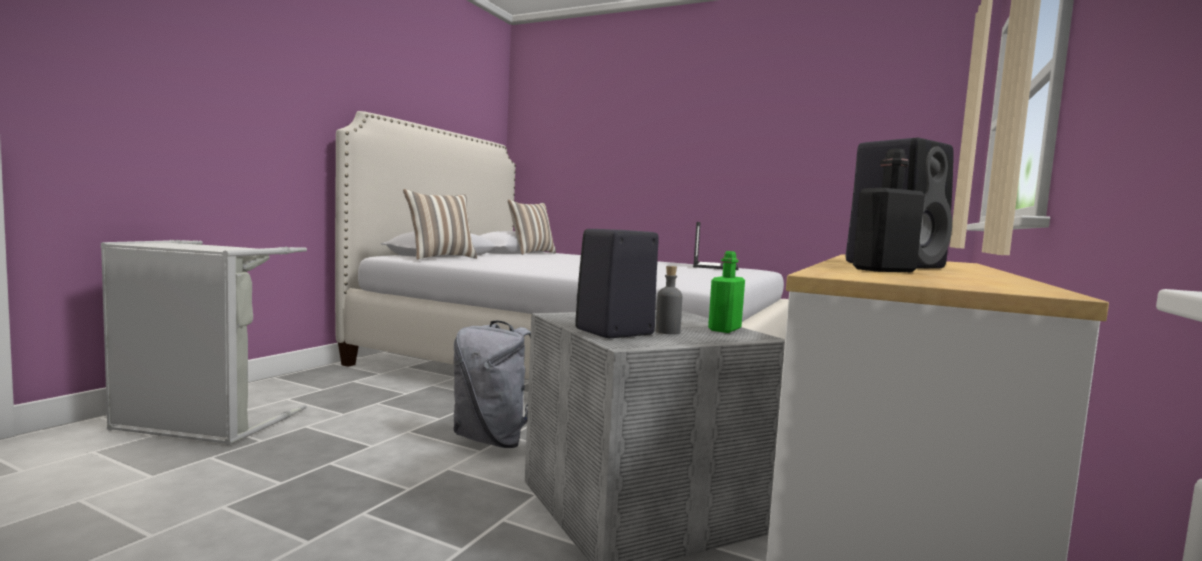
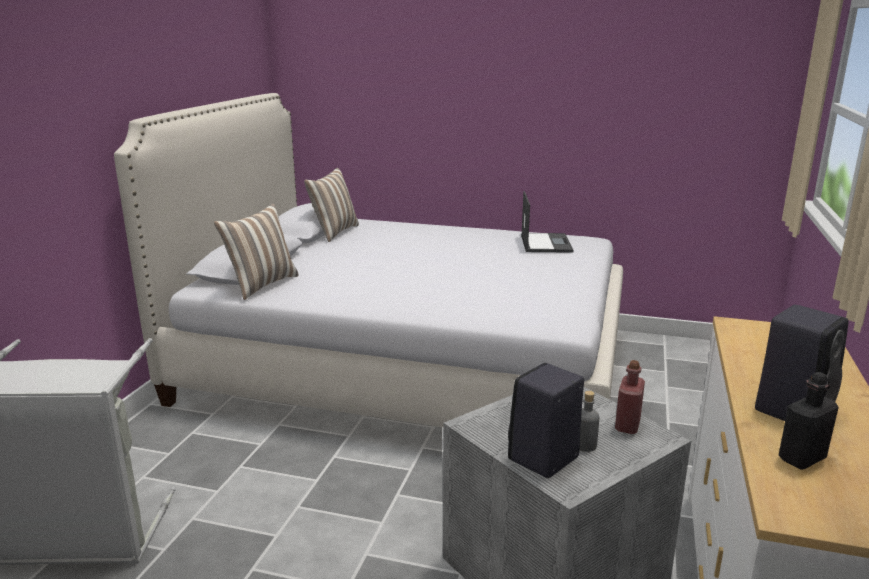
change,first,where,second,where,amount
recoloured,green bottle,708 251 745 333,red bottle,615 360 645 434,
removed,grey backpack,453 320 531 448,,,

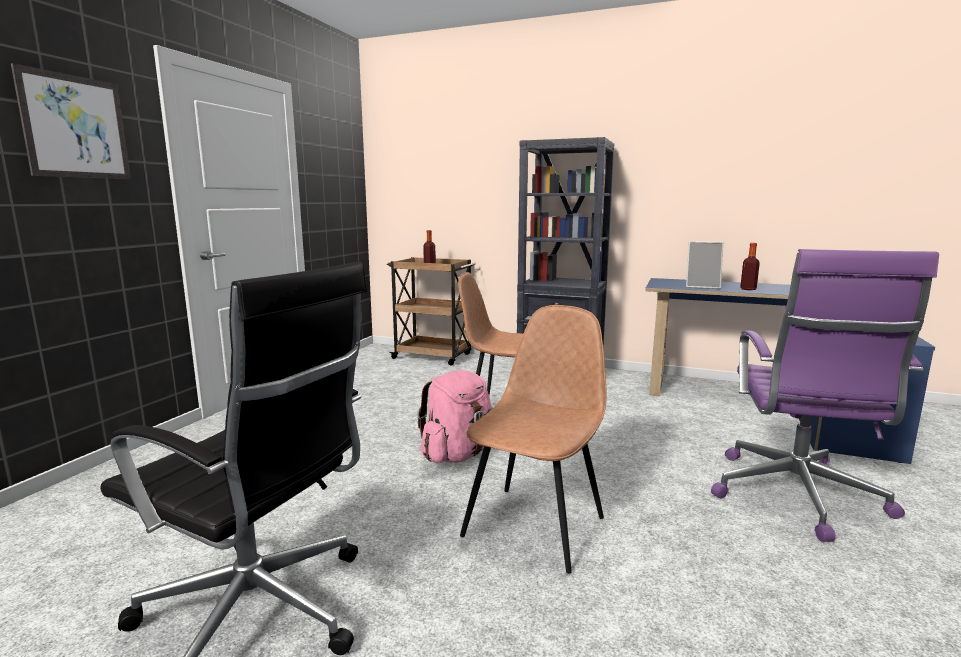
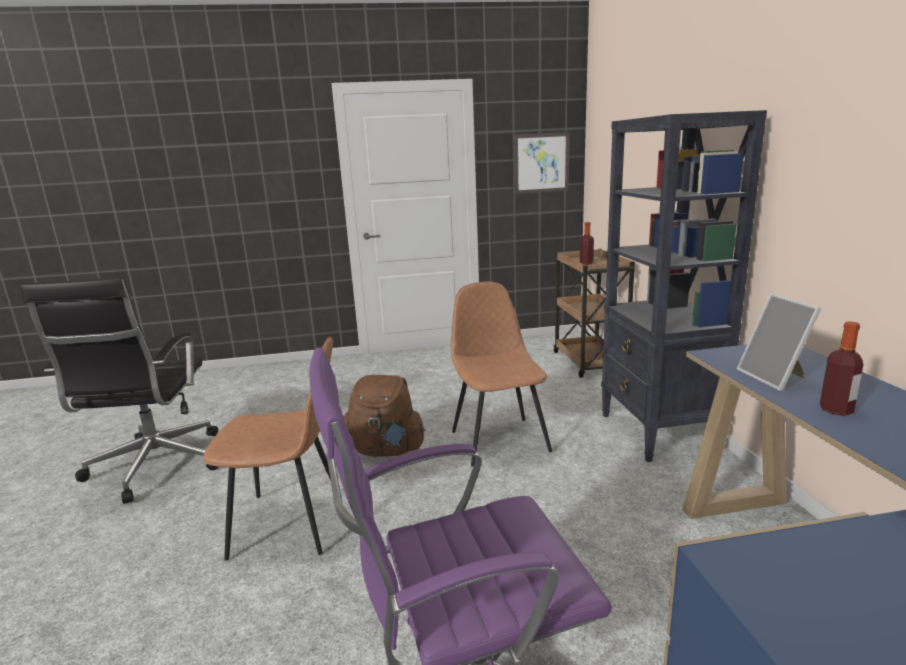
change,first,where,second,where,amount
recoloured,pink backpack,417 370 493 463,brown backpack,344 375 426 457,
moved,picture,11 63 131 179,,514 132 569 194,

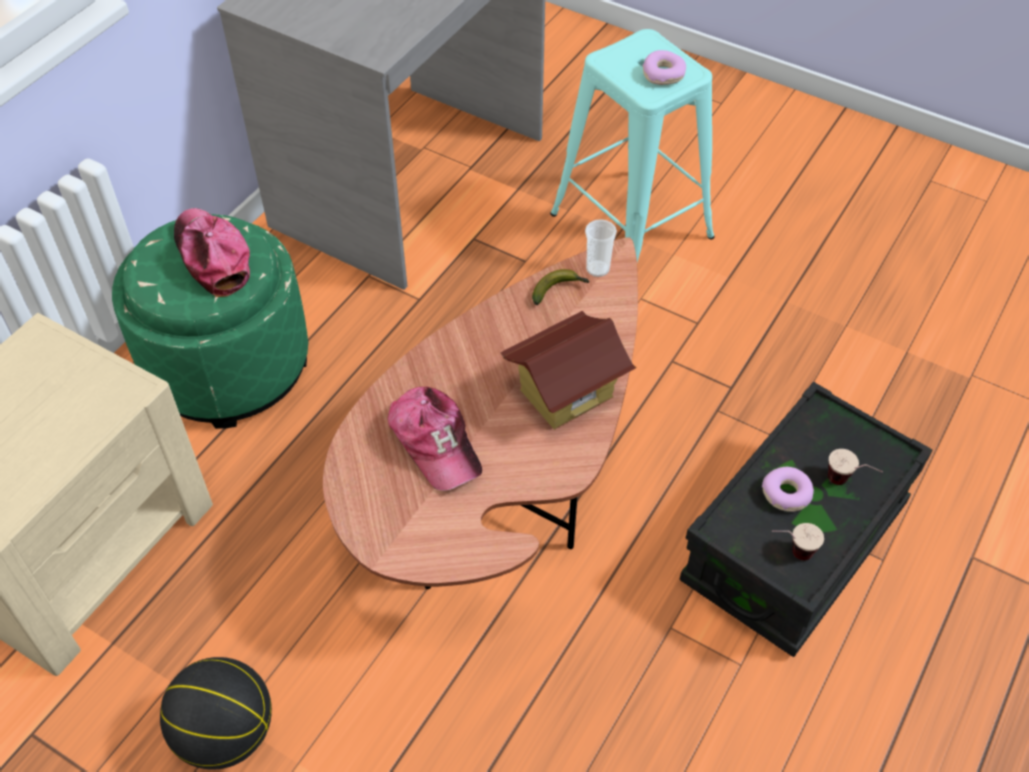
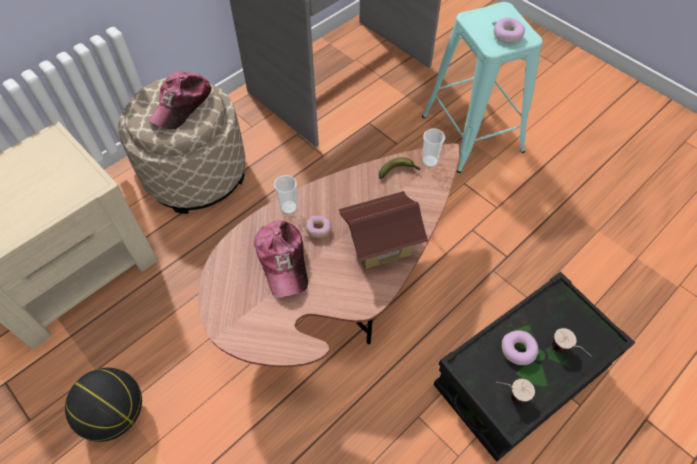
change,first,where,second,where,amount
recoloured,green ottoman,112 214 308 429,beige ottoman,118 78 246 214,
turned,cap,174 208 250 297,,148 72 212 130,135 degrees counterclockwise
added,,,cup,274 175 297 214,
added,,,donut,306 216 331 238,

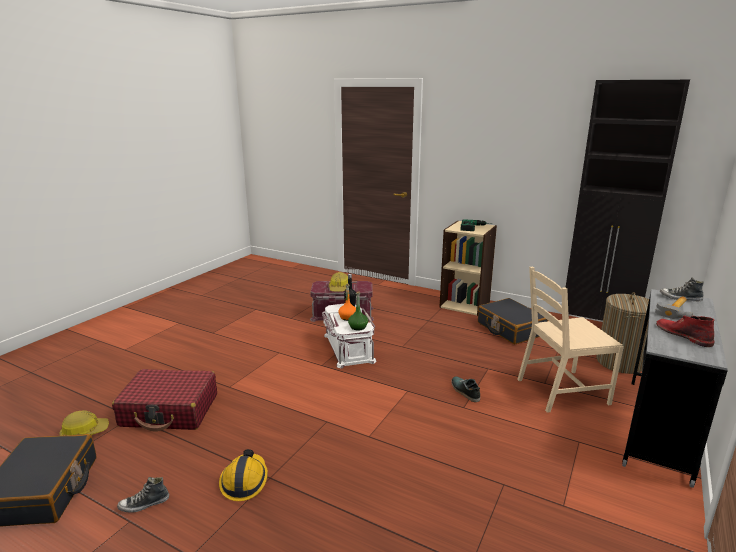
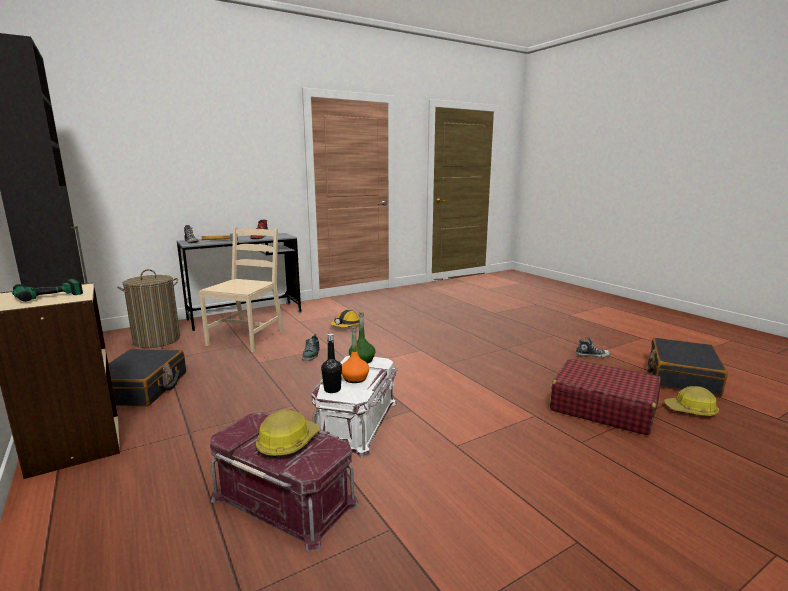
change,first,where,second,where,amount
turned,beige chair,517 267 624 413,,199 227 284 352,90 degrees counterclockwise
moved,hard hat,219 449 268 501,,331 310 359 327,

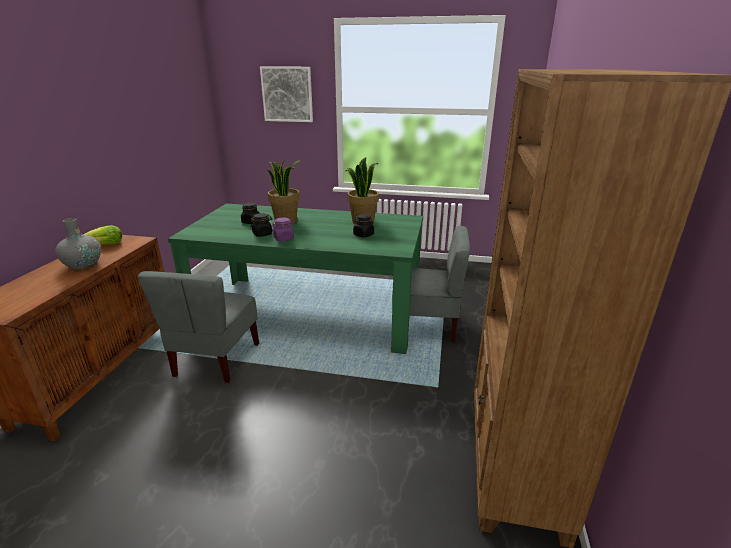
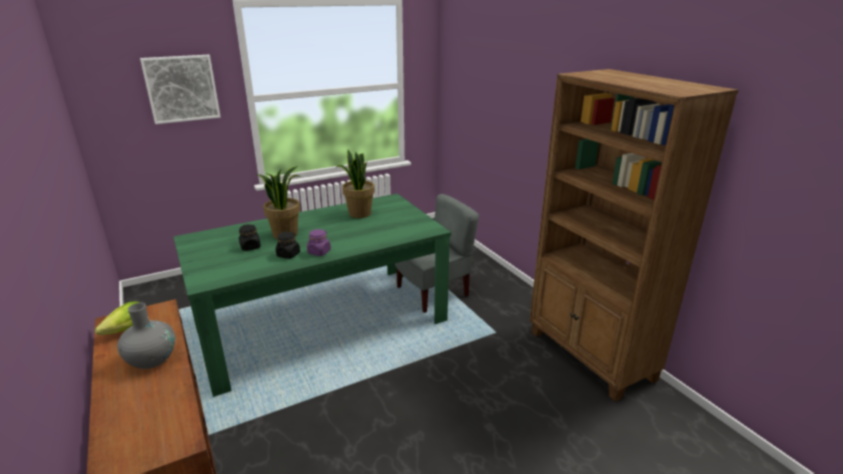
change,first,where,second,where,amount
removed,grey chair,138 271 259 383,,,
removed,black jar,353 214 374 238,,,

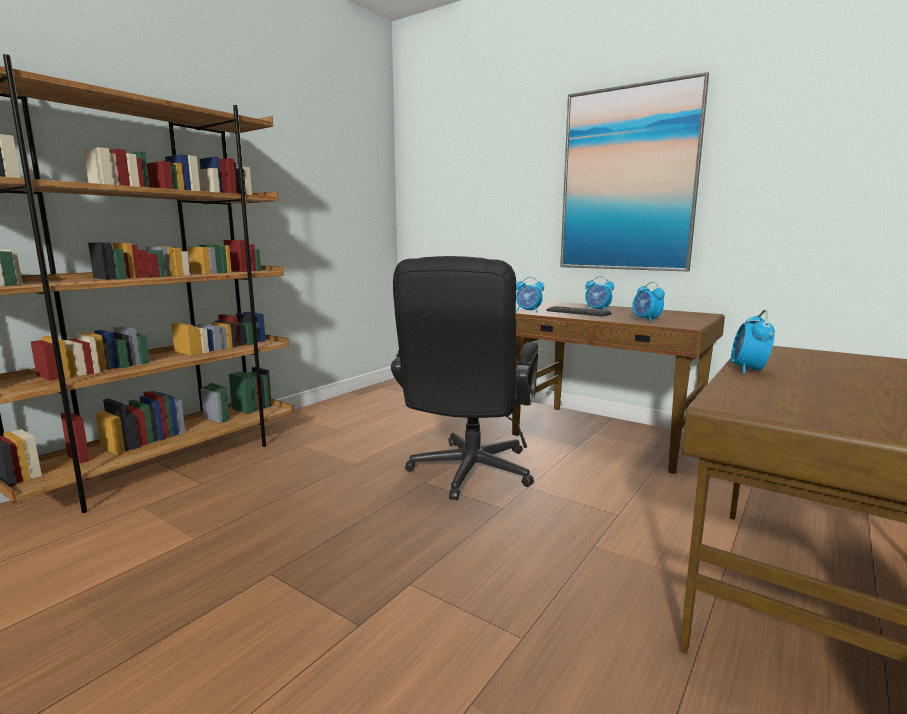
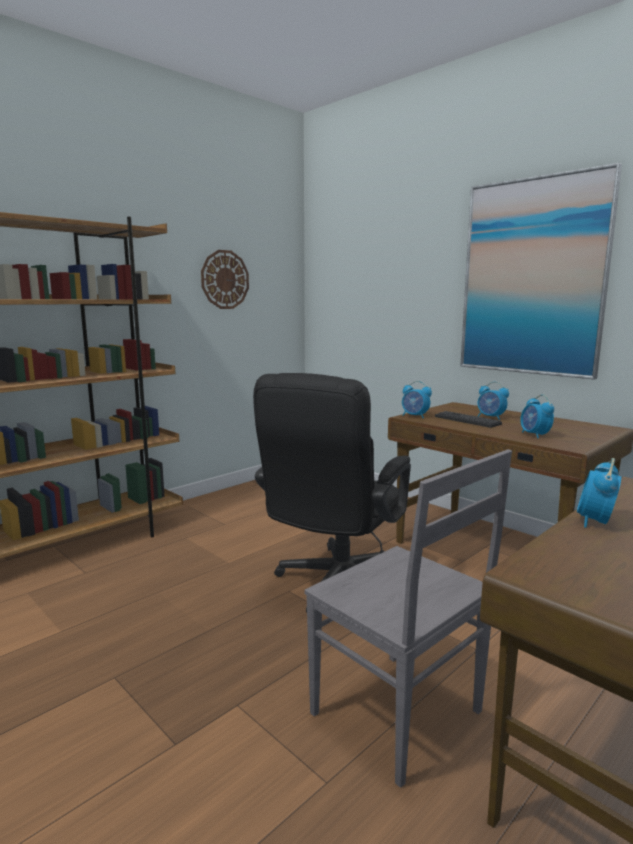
change,first,where,second,where,amount
added,,,wall clock,201 250 249 309,
added,,,grey chair,305 449 512 788,

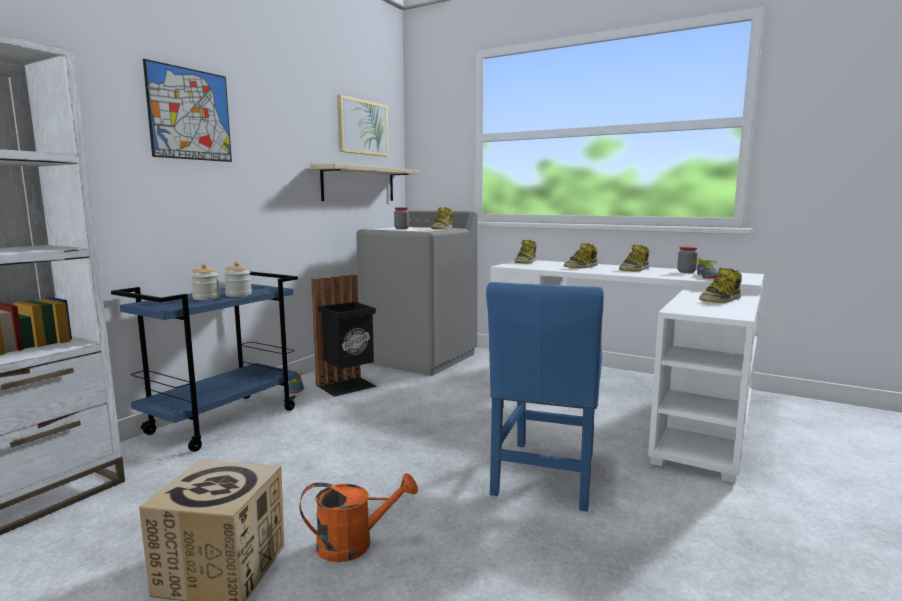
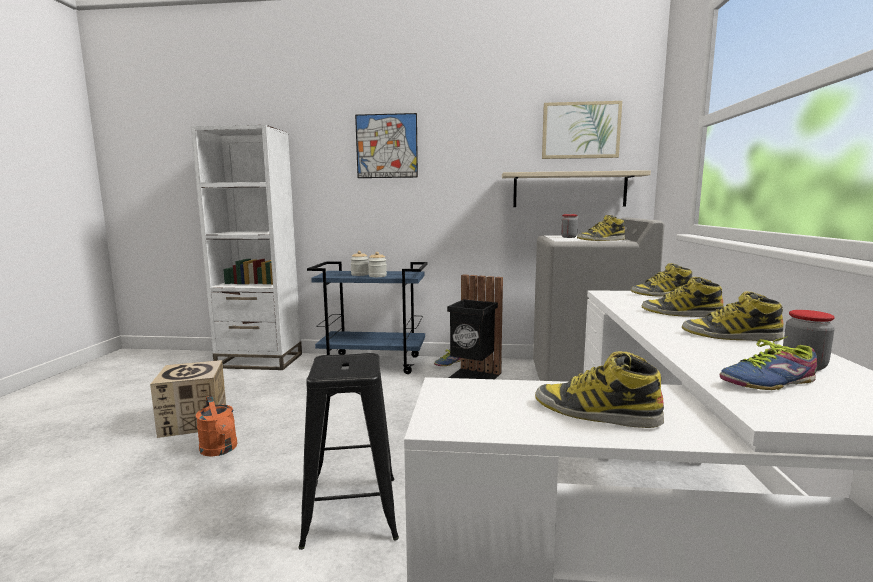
change,first,where,second,where,amount
replaced,blue chair,486 282 604 512,black stool,298 353 399 550,

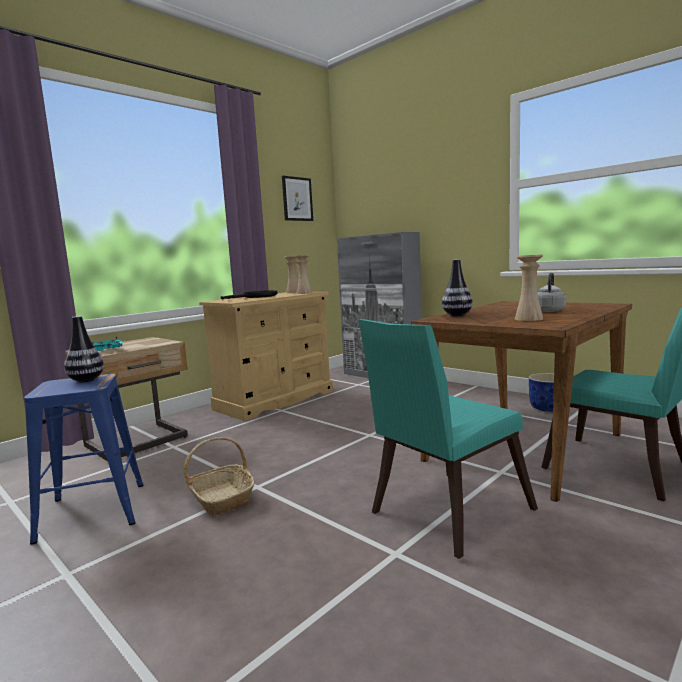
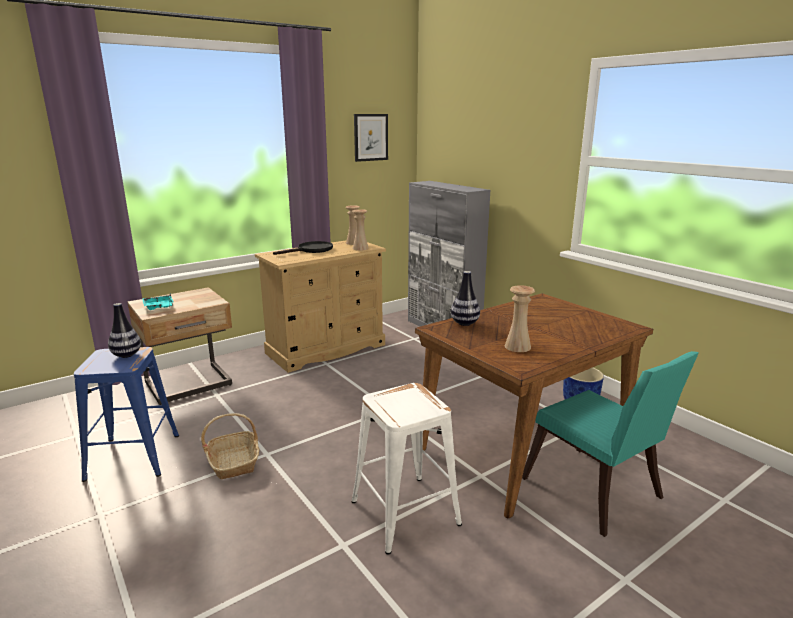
change,first,where,second,where,amount
replaced,turquoise chair,358 319 538 559,white stool,352 383 462 555,
removed,grey kettle,537 273 566 312,,,

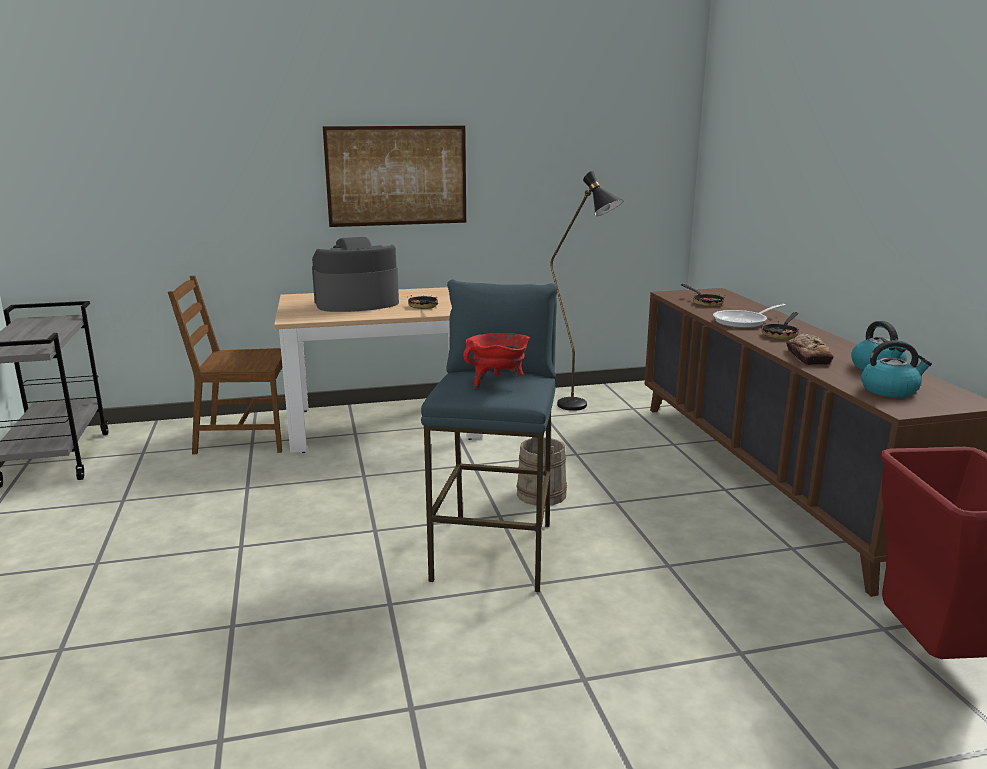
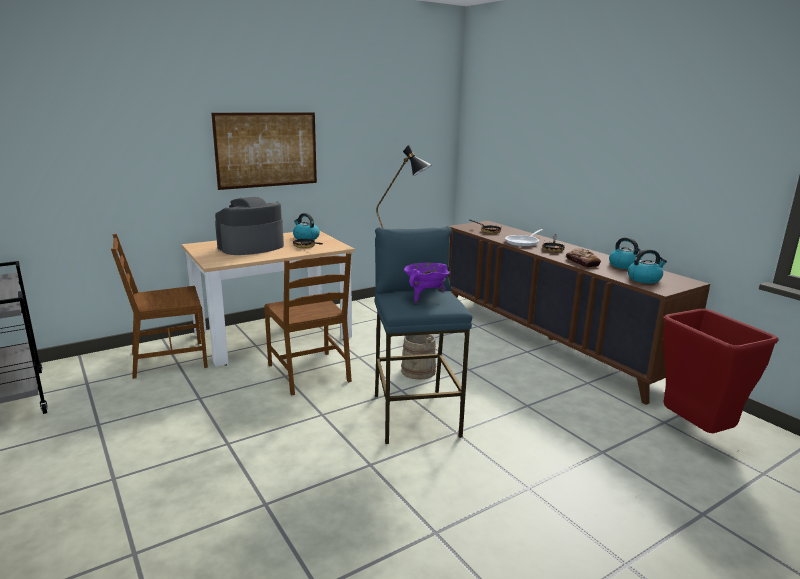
change,first,where,second,where,amount
added,,,brown chair,264 253 352 396,
added,,,kettle,293 213 320 240,
recoloured,red cooking pot,463 333 530 389,purple cooking pot,404 263 450 304,

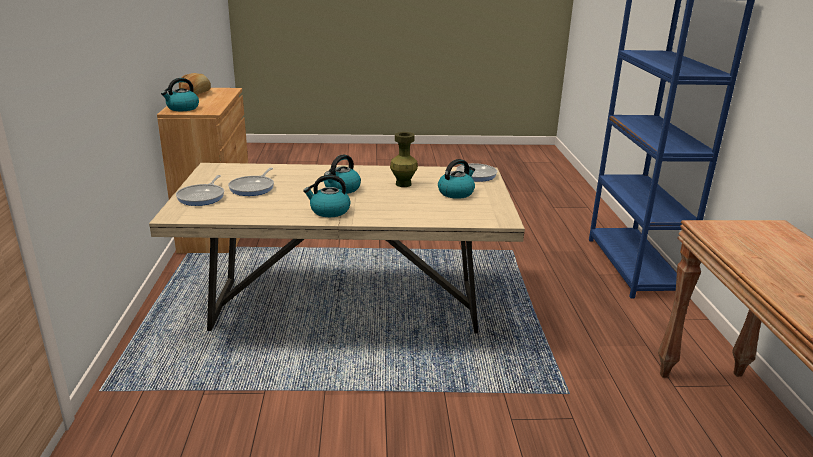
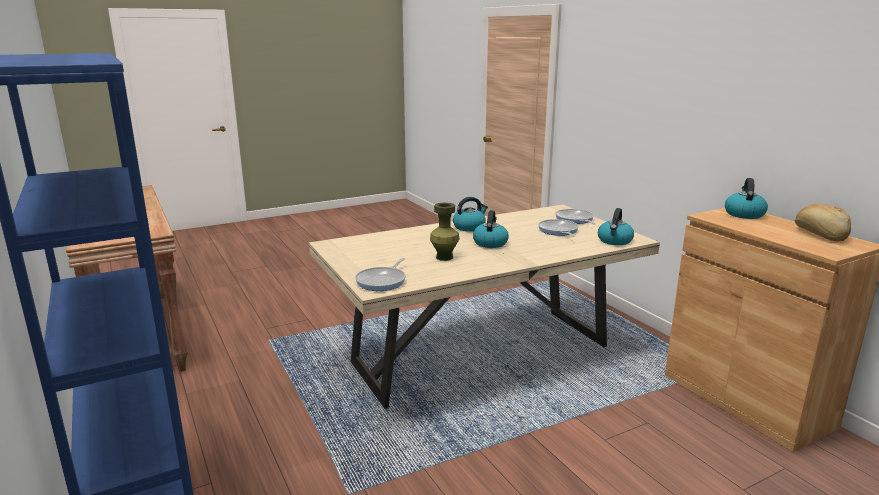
change,first,where,second,where,amount
moved,kettle,438 159 475 199,,598 208 634 245,

